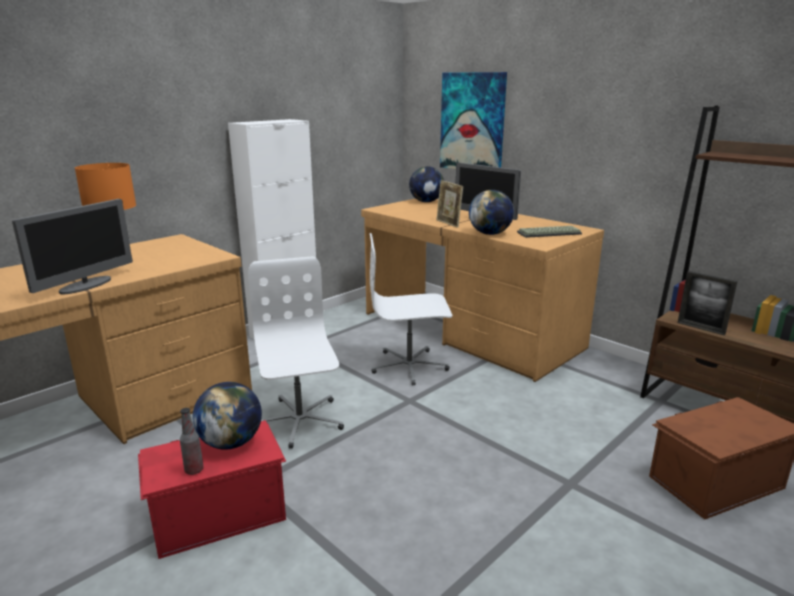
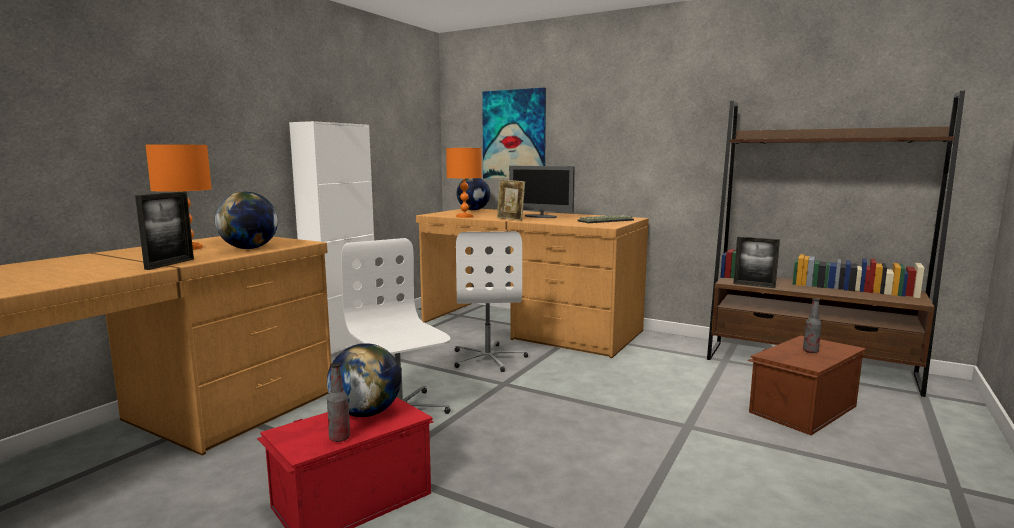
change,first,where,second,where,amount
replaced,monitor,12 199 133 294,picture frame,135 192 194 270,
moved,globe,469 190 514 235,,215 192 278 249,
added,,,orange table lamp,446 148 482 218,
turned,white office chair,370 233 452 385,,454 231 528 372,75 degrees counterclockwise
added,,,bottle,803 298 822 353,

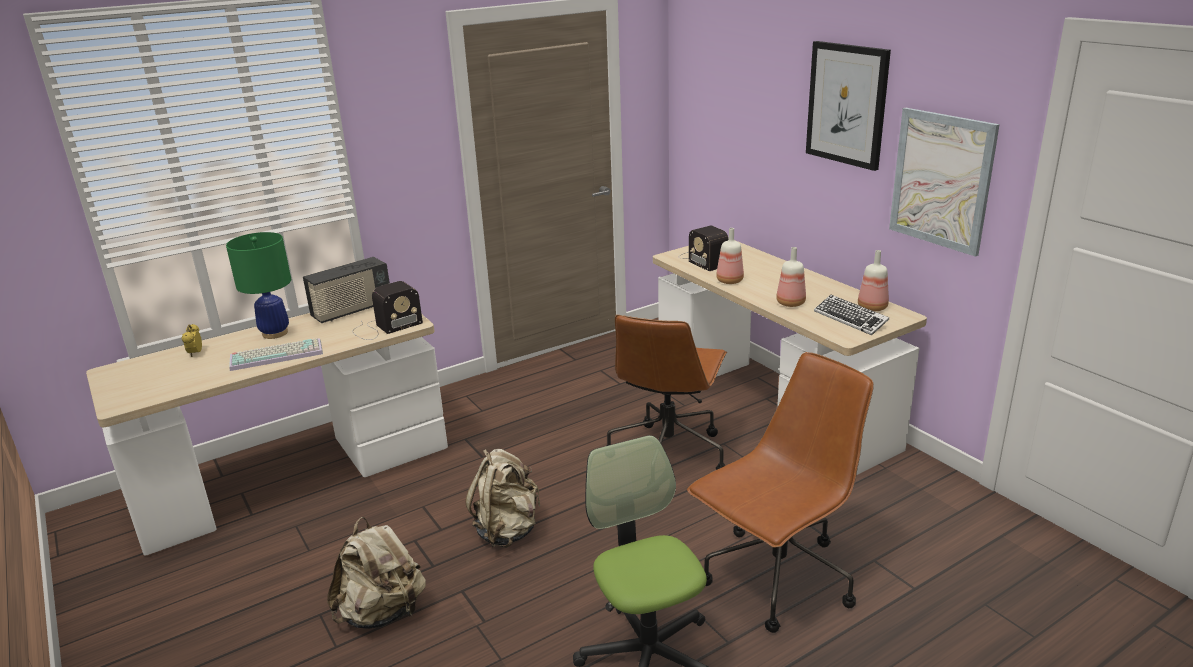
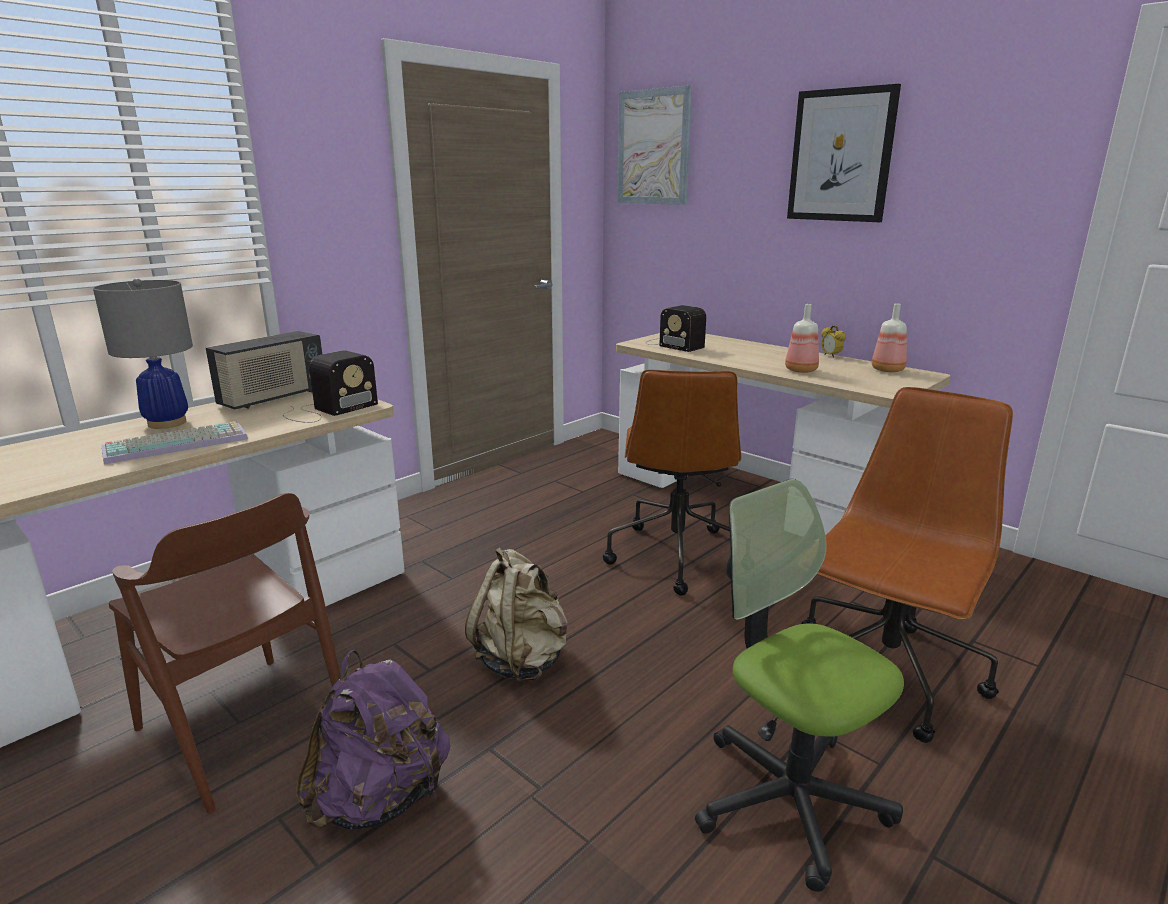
change,first,where,second,where,amount
recoloured,green table lamp,226 232 291 339,grey table lamp,93 278 193 429,
added,,,brown chair,109 493 340 814,
recoloured,beige backpack,327 517 426 629,purple backpack,295 650 450 829,
moved,picture,889 108 1000 257,,617 85 692 205,
moved,alarm clock,182 324 202 357,,821 325 846 358,
removed,bottle,716 228 744 284,,,
removed,keyboard,814 295 889 335,,,

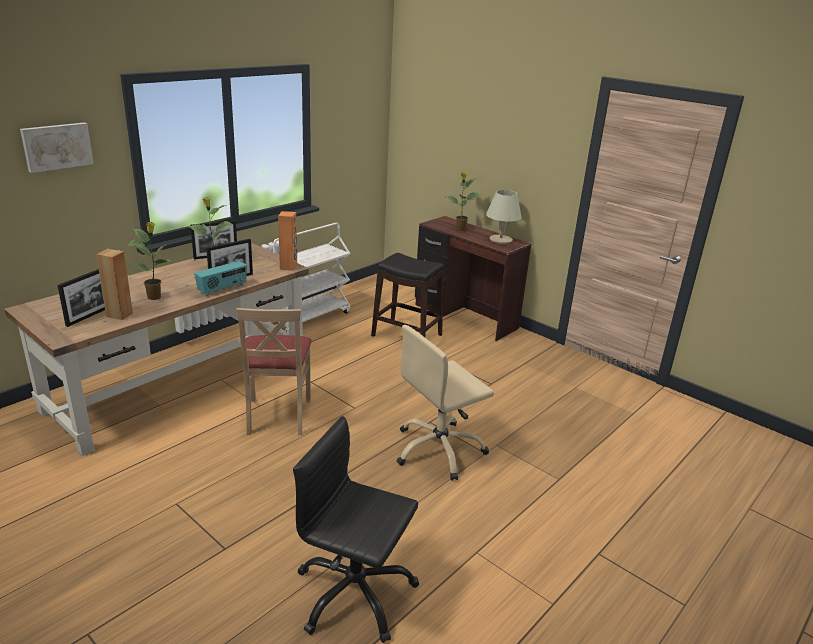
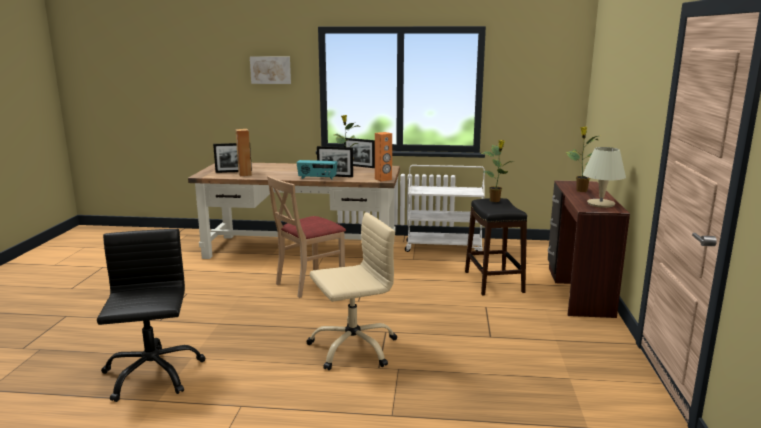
change,first,where,second,where,amount
turned,beige office chair,397 325 494 481,,306 212 397 370,135 degrees clockwise
moved,potted plant,127 222 171 300,,481 140 512 202,

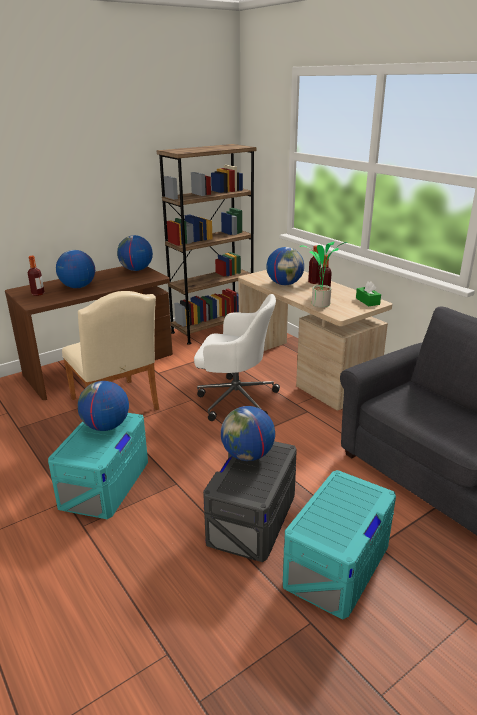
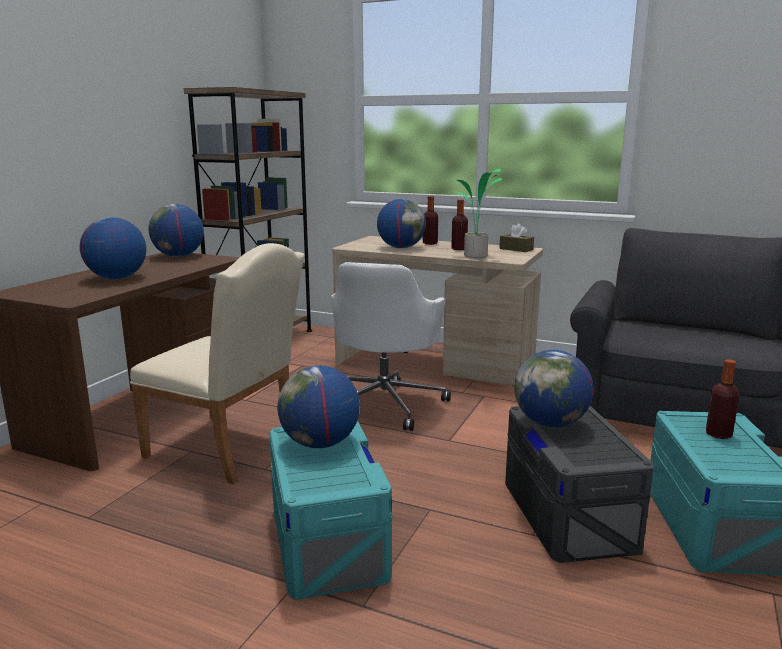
change,first,where,second,where,amount
turned,white office chair,194 294 280 421,,331 262 451 431,120 degrees clockwise
recoloured,green tissue box,356 281 381 306,brown tissue box,499 223 534 252,
moved,bottle,28 256 44 296,,706 359 739 439,

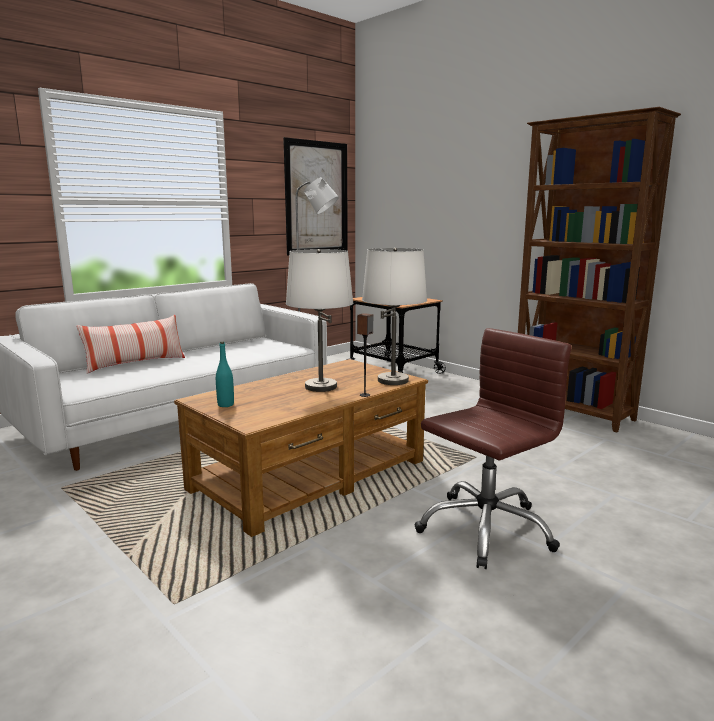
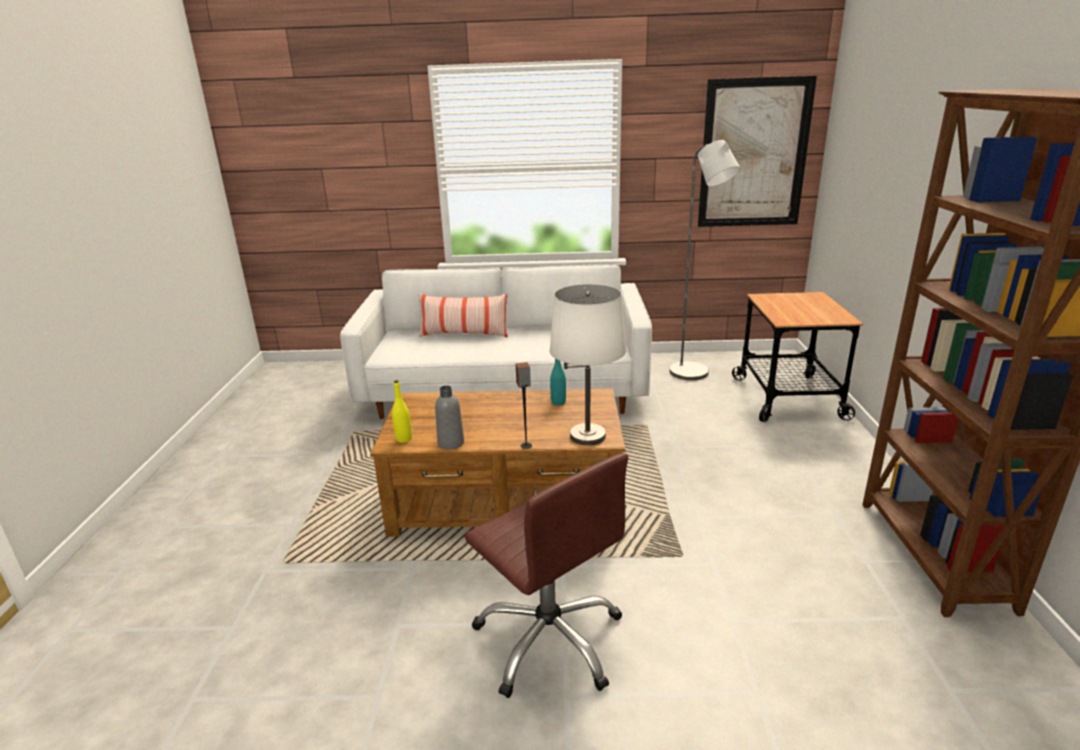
change,first,where,second,where,amount
added,,,yellow bottle,392 380 412 443,
added,,,grey bottle,435 386 464 449,
turned,brown office chair,415 328 571 569,,465 453 628 698,45 degrees clockwise
moved,turquoise bottle,216 342 234 407,,550 359 566 405,
removed,white table lamp,286 249 353 392,,,

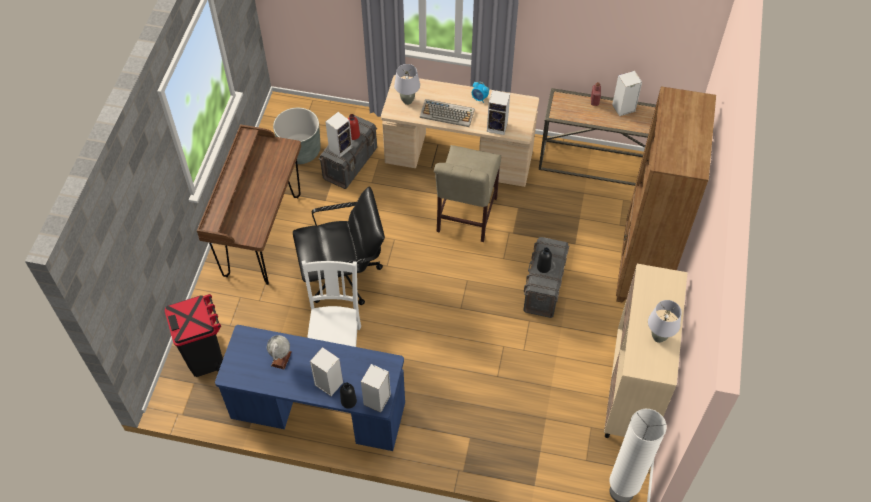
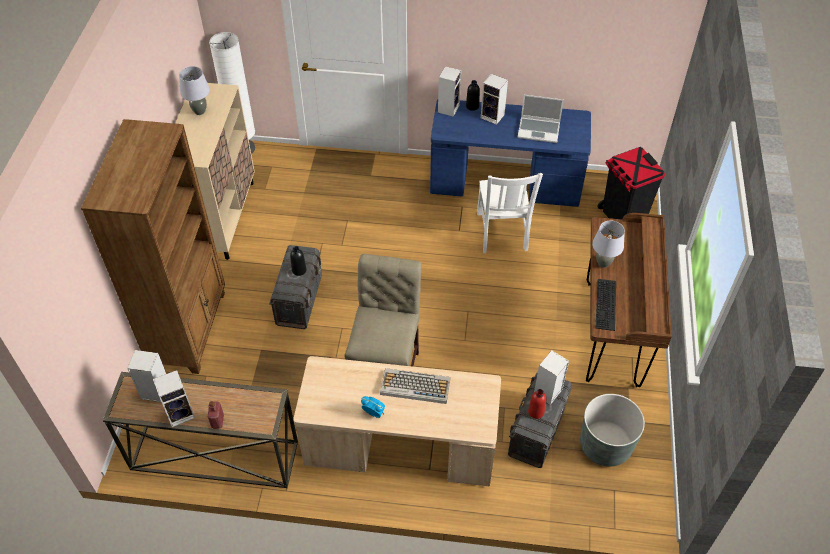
change,first,where,second,where,amount
moved,speaker,487 90 510 135,,127 350 166 402,
replaced,globe,267 335 292 369,laptop,517 95 564 143,
moved,grey table lamp,394 64 420 105,,592 220 625 268,
added,,,keyboard,596 279 616 331,
removed,black office chair,293 187 385 305,,,

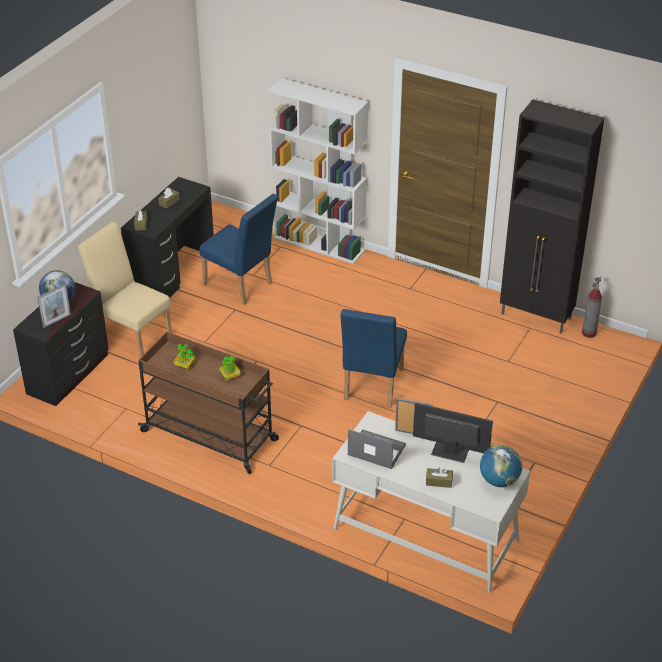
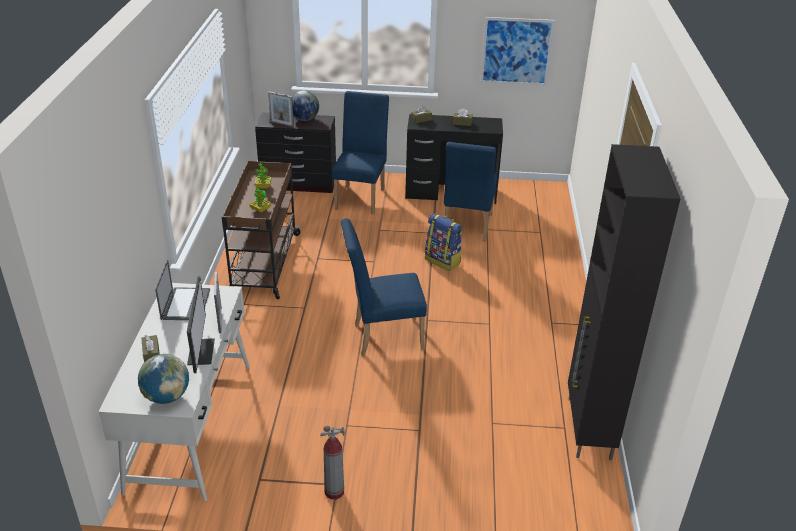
change,first,where,second,where,amount
moved,fire extinguisher,582 276 602 338,,320 426 345 500,
recoloured,beige chair,78 222 173 358,blue chair,332 91 389 214,
added,,,backpack,425 213 463 271,
added,,,picture,480 17 555 86,
removed,white bookcase,268 78 368 264,,,

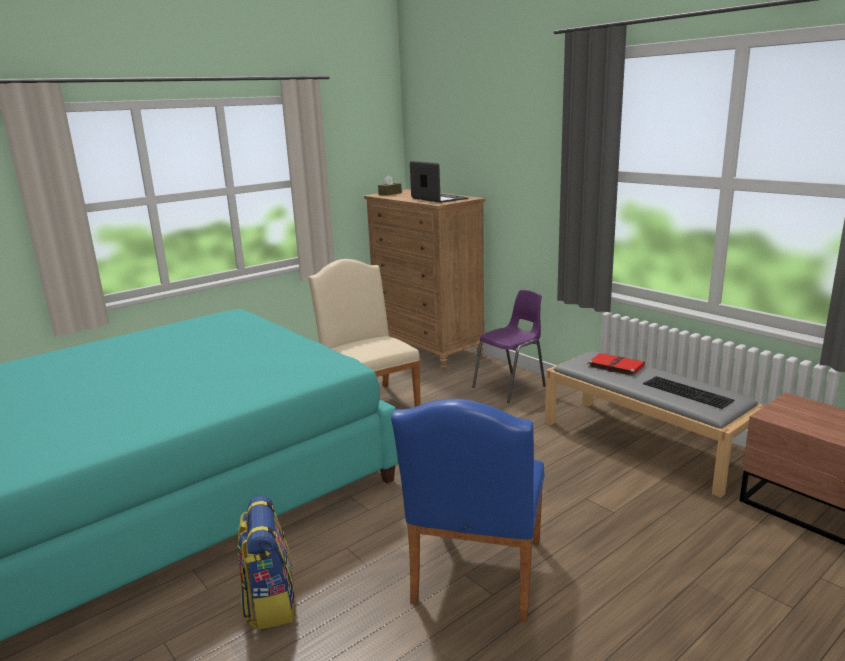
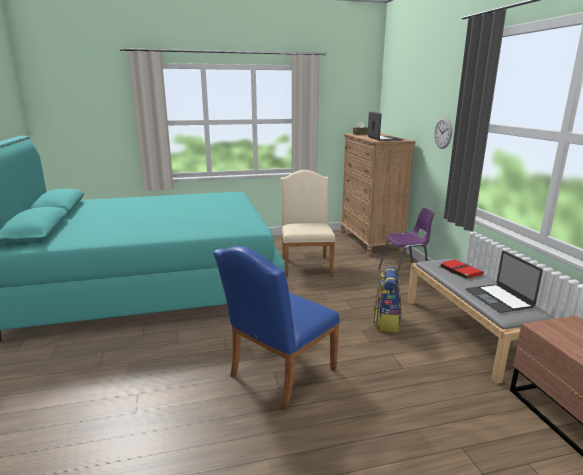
change,first,where,second,where,amount
moved,backpack,238 496 295 630,,373 267 402 333,
added,,,wall clock,434 118 452 149,
replaced,keyboard,643 376 734 409,laptop,466 251 543 313,

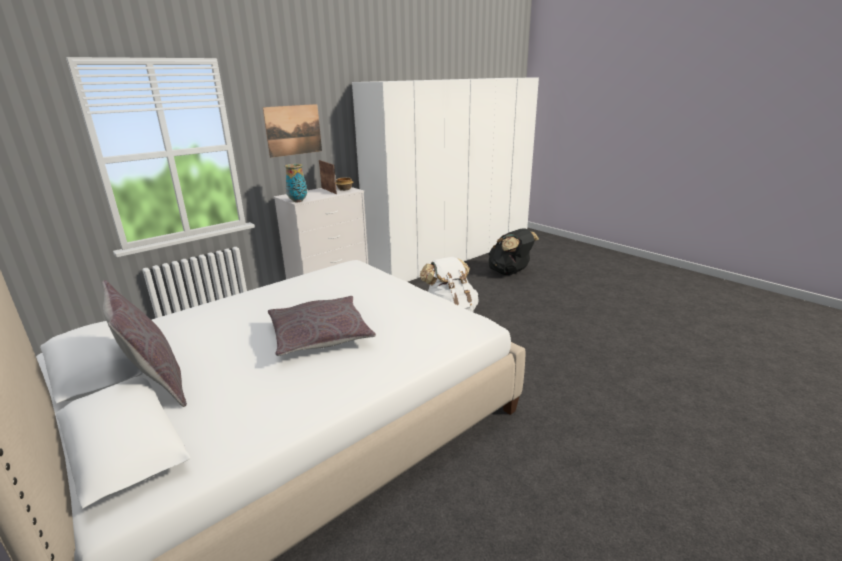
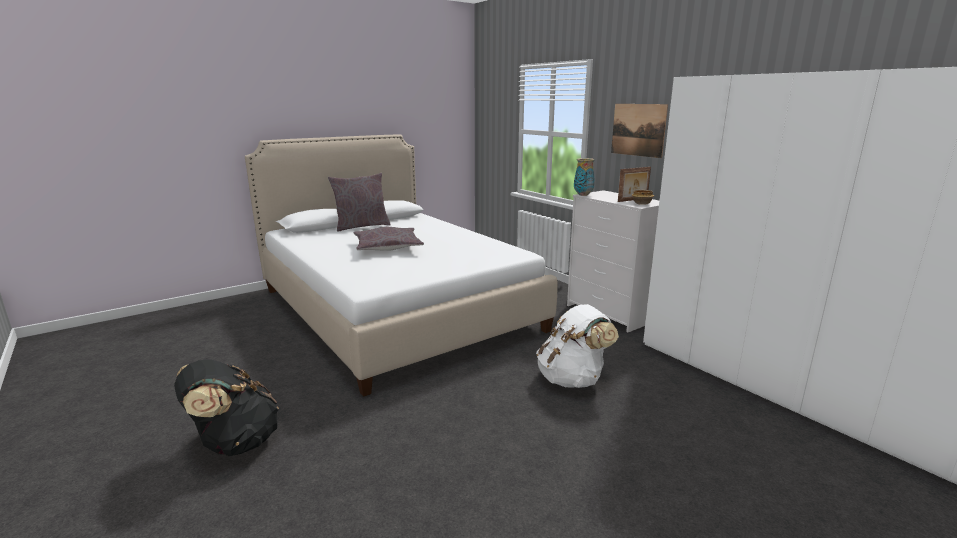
change,first,where,second,where,amount
moved,black backpack,489 229 539 275,,174 359 279 456,

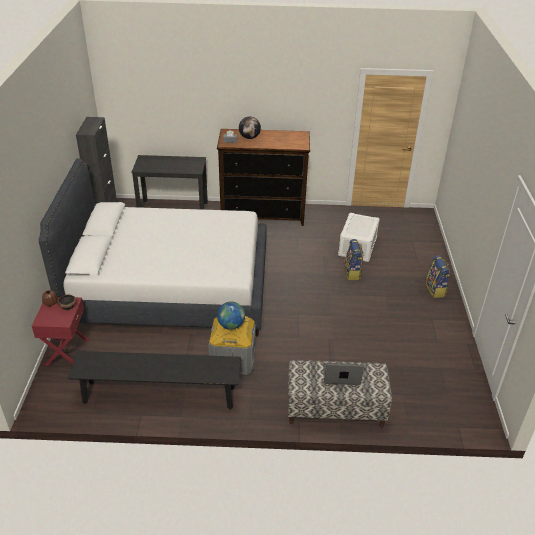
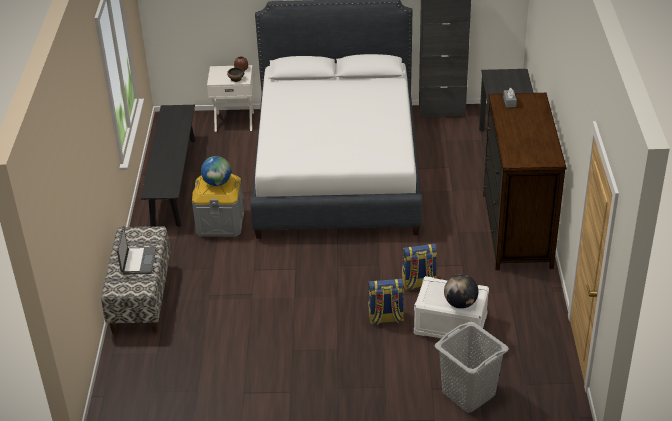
change,first,where,second,where,amount
recoloured,red nightstand,32 297 90 366,white nightstand,207 65 254 132,
moved,backpack,426 255 450 298,,402 244 437 290,
added,,,grey laundry basket,434 322 509 413,
moved,globe,239 116 261 139,,444 274 478 309,

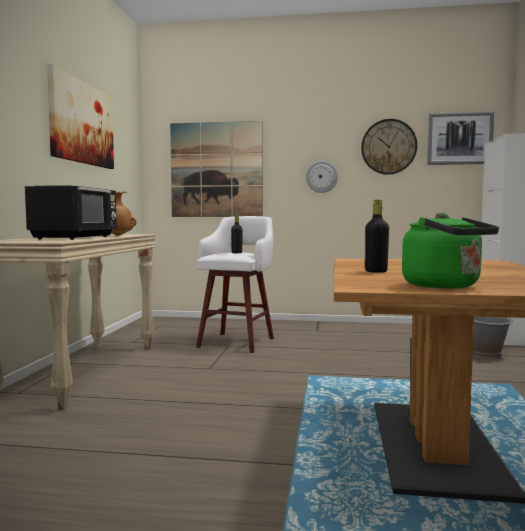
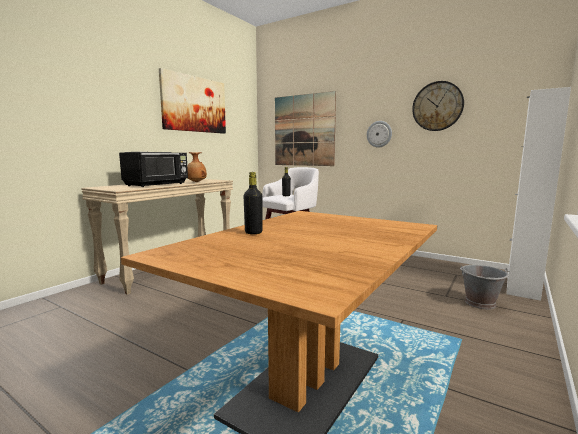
change,first,where,second,where,amount
removed,green kettle,402 213 499 289,,,
removed,picture,427 111 494 165,,,

